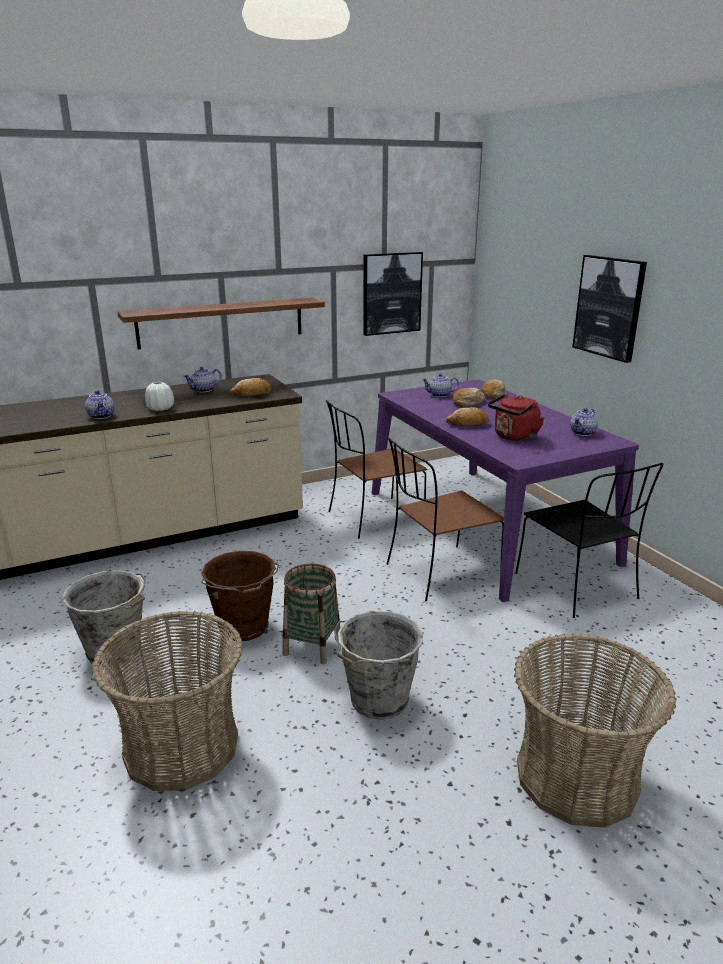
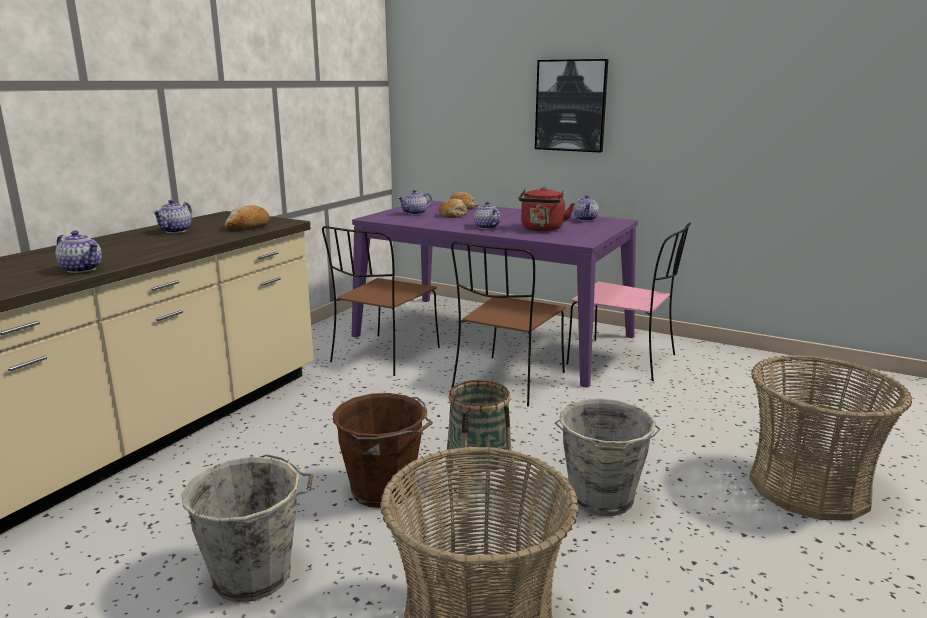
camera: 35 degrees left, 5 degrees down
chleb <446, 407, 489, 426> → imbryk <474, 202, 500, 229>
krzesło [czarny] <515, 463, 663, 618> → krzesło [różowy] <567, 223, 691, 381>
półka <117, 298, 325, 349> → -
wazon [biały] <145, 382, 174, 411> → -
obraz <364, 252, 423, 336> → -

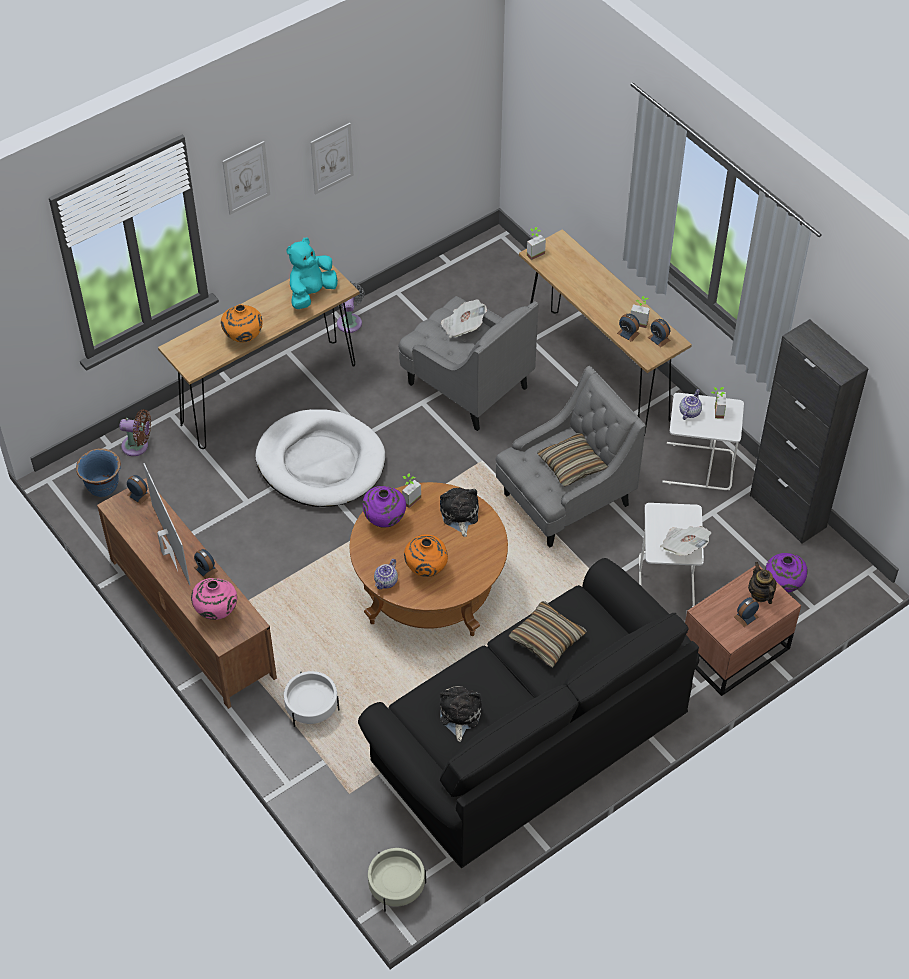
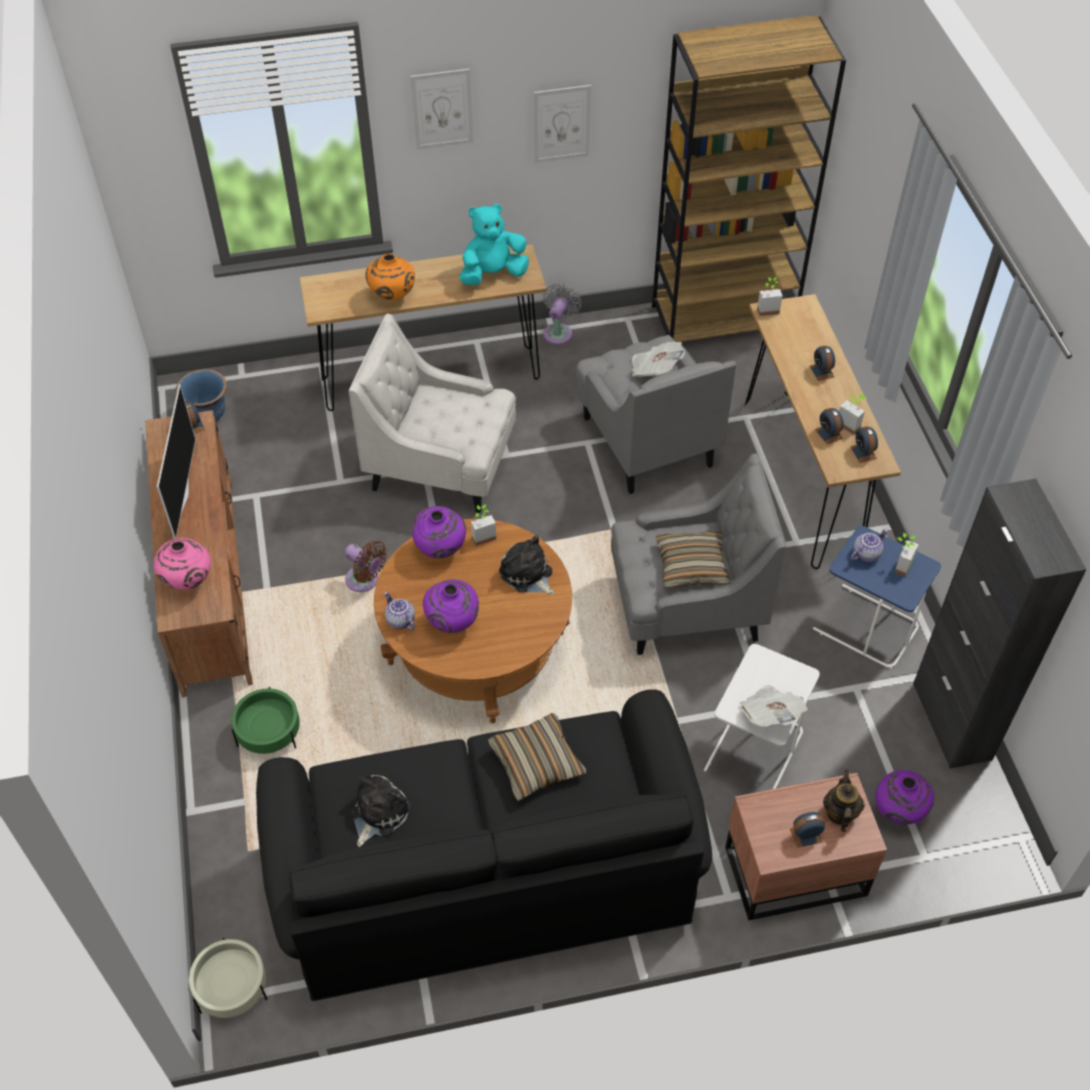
camera: 25 degrees right, 0 degrees up
donica [biały] <284, 671, 339, 727> → donica [zielony] <231, 687, 300, 754>
wentylator [brązowy] <119, 409, 151, 456> → wentylator [brązowy] <344, 541, 387, 592>, move
legowisko [biały] <255, 409, 385, 507> → fotel [biały] <349, 314, 516, 513>
imbryk <374, 559, 398, 589> → imbryk <384, 591, 415, 631>, 90 degrees clockwise
wazon [pomarańczowy] <404, 534, 448, 577> → wazon [fioletowy] <423, 579, 479, 633>
pluszak <440, 487, 479, 537> → pluszak <499, 535, 554, 595>, 60 degrees counterclockwise
- → regał [brązowy] <652, 15, 846, 342>
budzik <194, 549, 218, 579> → budzik <810, 346, 835, 381>, move
stolik [biały] <662, 393, 744, 490> → stolik [niebieski] <813, 526, 941, 668>

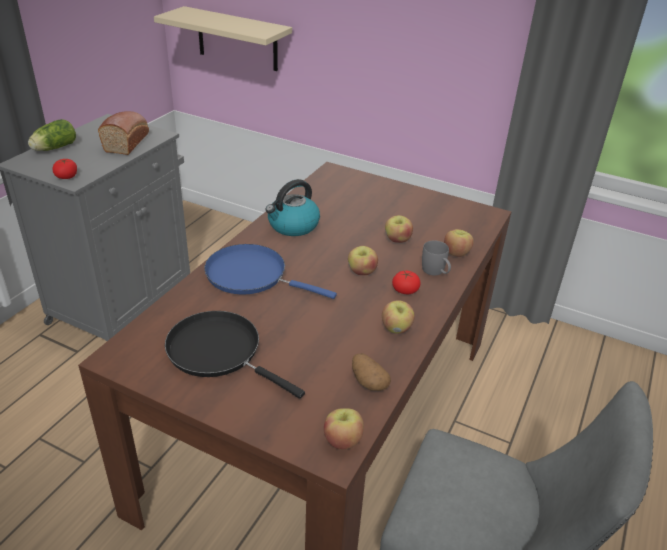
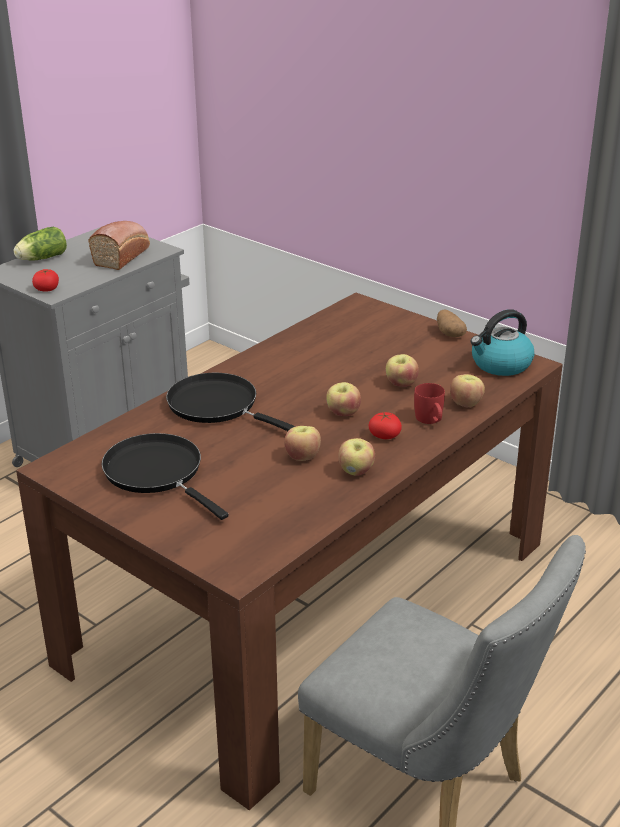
camera: 15 degrees right, 5 degrees down
patelnia [niebieski] <204, 244, 337, 299> → patelnia [czarny] <166, 373, 296, 431>
jabłko <324, 408, 364, 450> → jabłko <284, 426, 321, 461>, move
kubek [szary] <422, 241, 451, 276> → kubek [czerwony] <414, 383, 445, 424>
ziemniak <352, 353, 391, 391> → ziemniak <437, 310, 467, 337>, move
czajnik <265, 179, 320, 236> → czajnik <471, 309, 534, 376>, move
półka [beżowy] <154, 6, 292, 71> → -

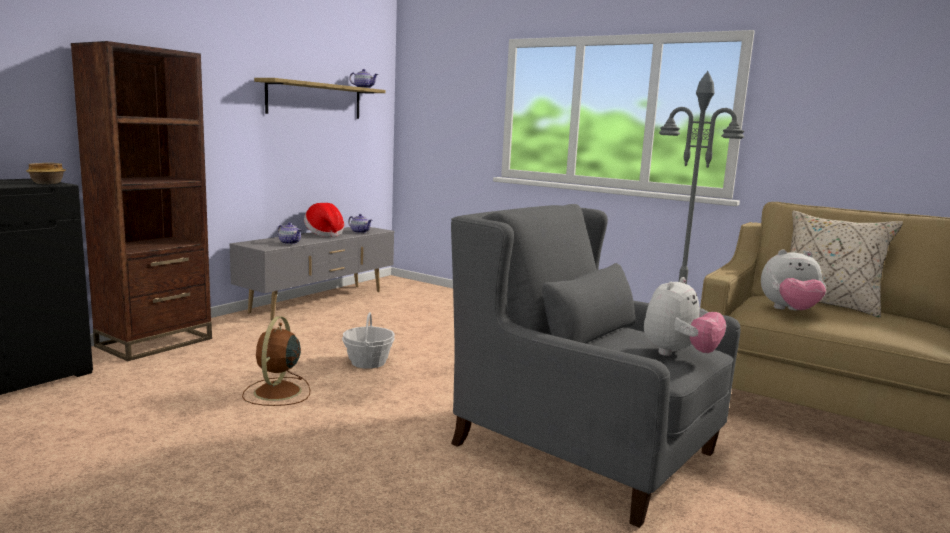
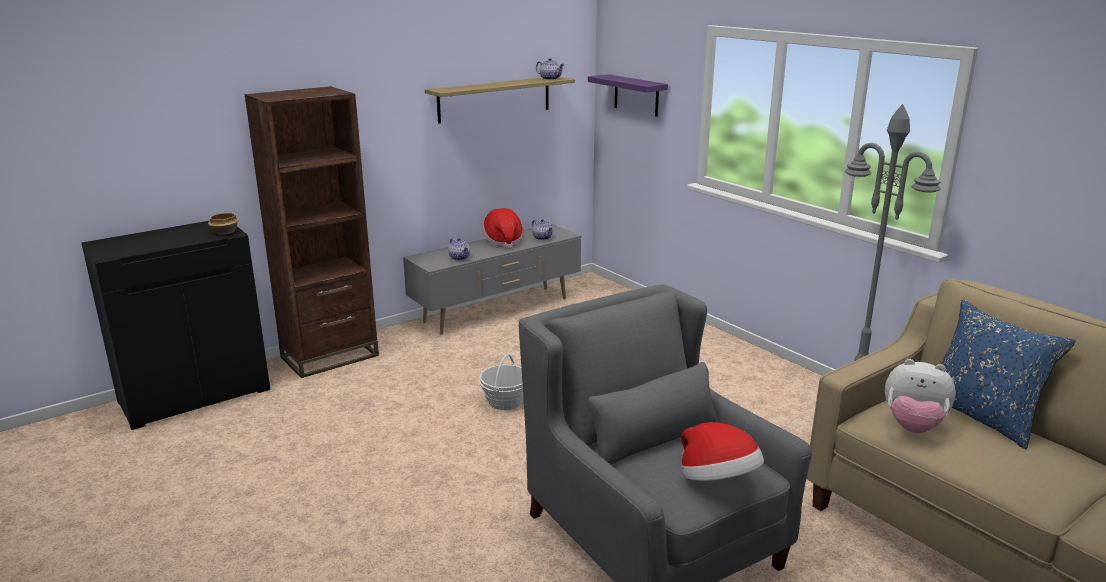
camera: 20 degrees right, 10 degrees up
- → półka [fioletowy] <588, 74, 668, 117>
pluszak <644, 277, 726, 356> → kapelusz <681, 422, 764, 481>
poduszka [beżowy] <790, 211, 903, 318> → poduszka [niebieski] <942, 299, 1076, 449>
wentylator [brązowy] <242, 316, 310, 406> → -

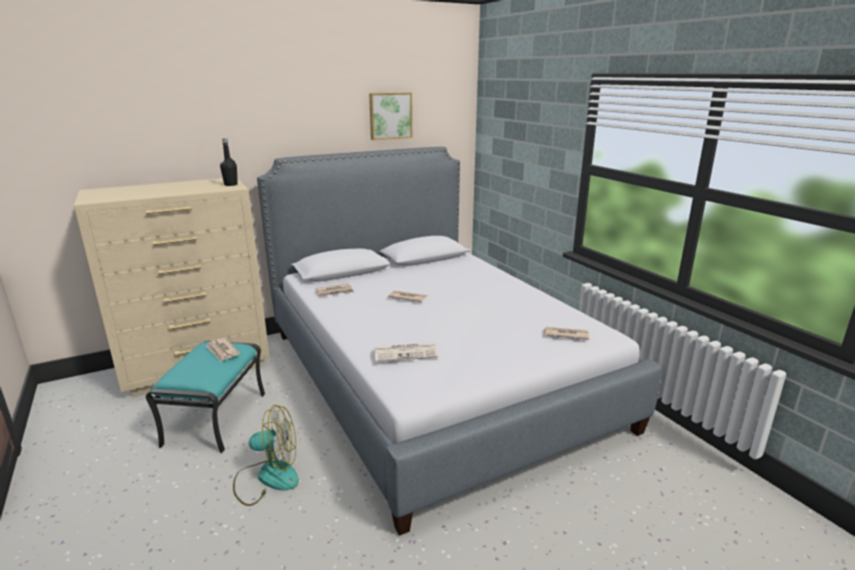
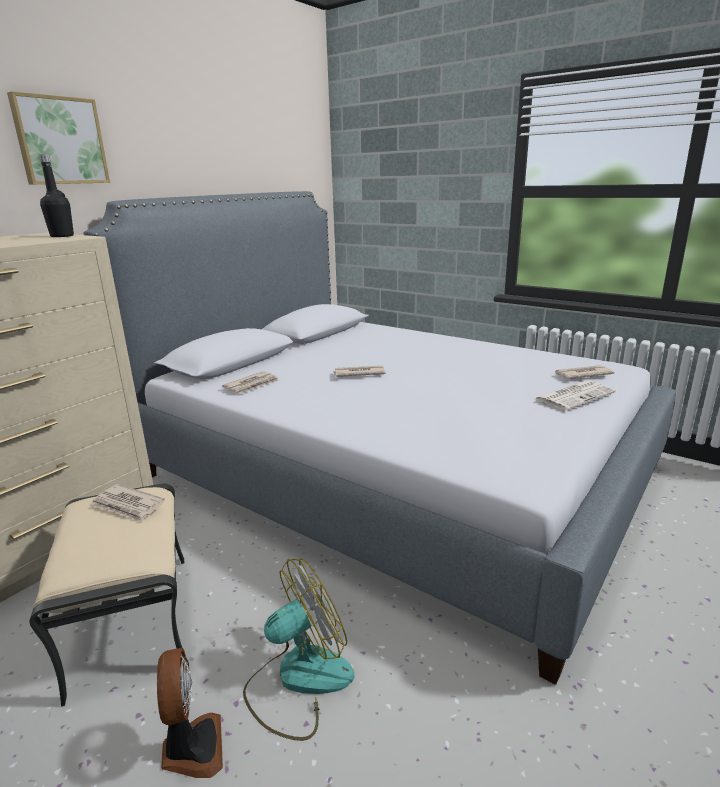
camera: 25 degrees left, 0 degrees up
obraz <369, 92, 412, 140> → obraz <7, 91, 110, 185>, move
pufa [turkusowy] <146, 341, 265, 453> → pufa [beżowy] <29, 483, 189, 707>
- → wentylator <157, 648, 223, 778>
gazeta <374, 343, 438, 362> → gazeta <535, 381, 616, 411>, move

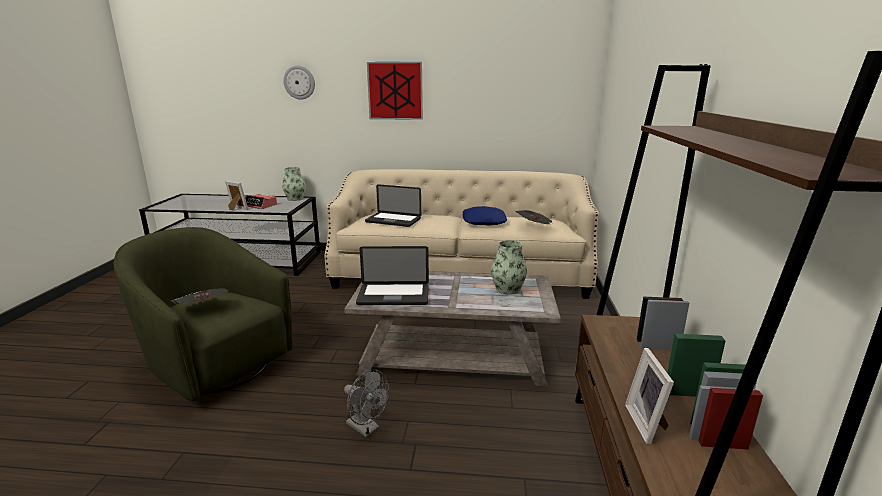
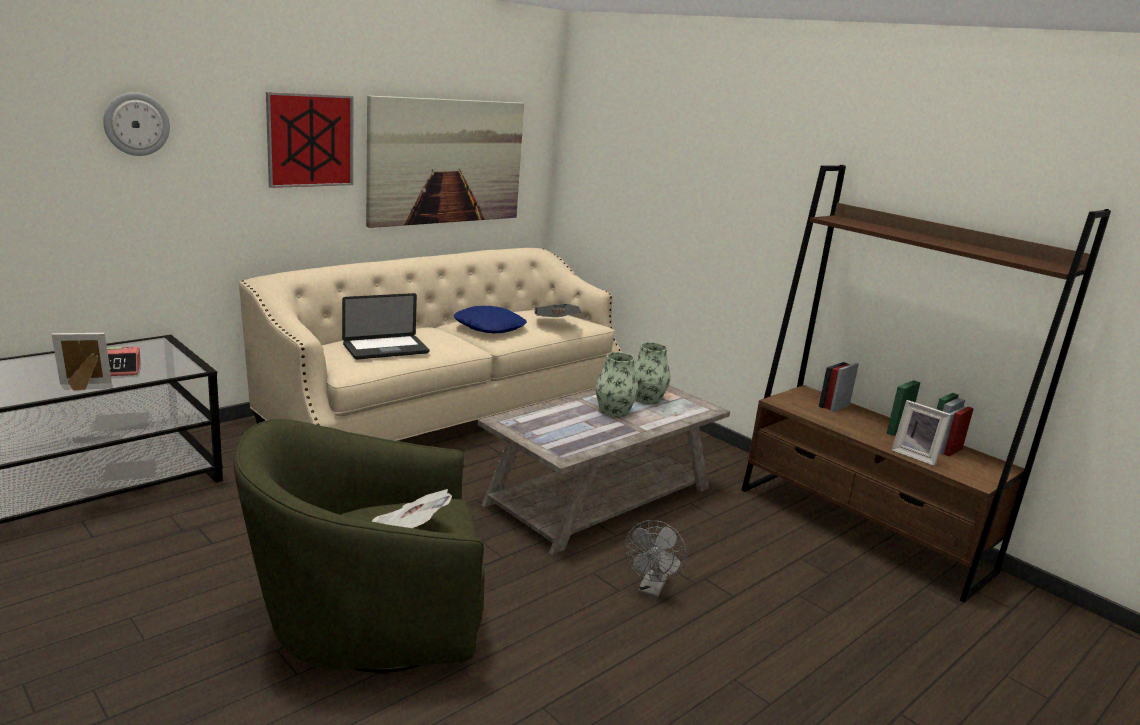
camera: 50 degrees left, 0 degrees up
- → obraz <366, 95, 524, 228>
wazon <282, 167, 306, 201> → wazon <595, 352, 638, 417>, move
wentylator [szary] <344, 370, 389, 437> → wentylator [szary] <624, 520, 687, 598>, 120 degrees clockwise
laptop <356, 246, 429, 305> → -

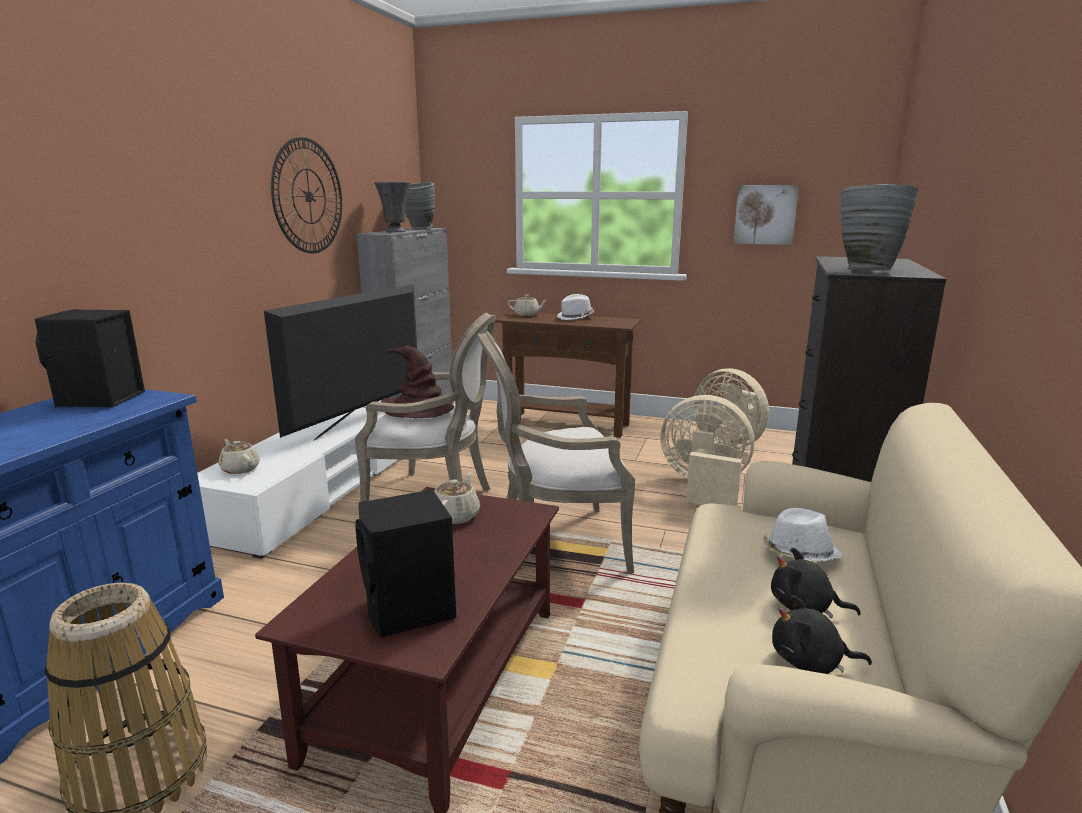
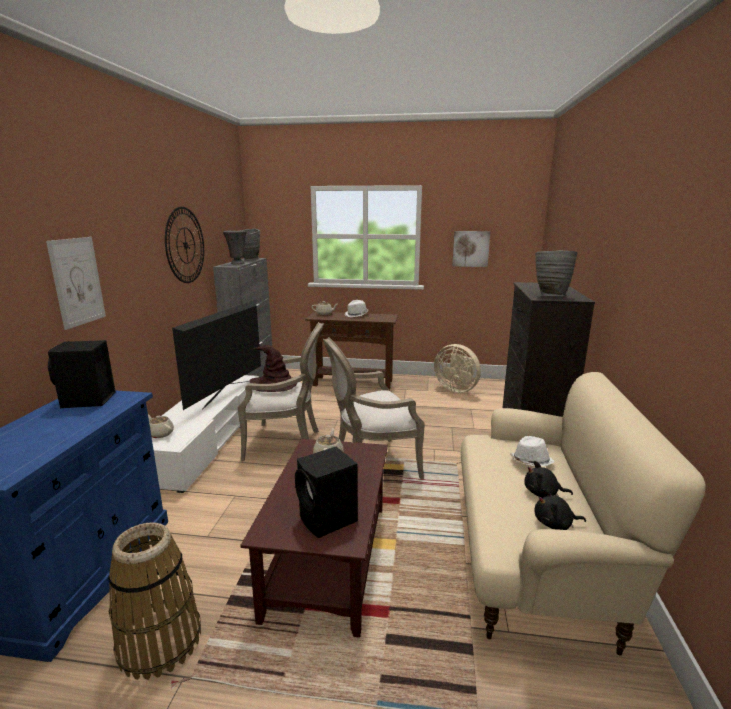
camera: 10 degrees left, 0 degrees up
- → obraz <46, 237, 106, 330>
wentylator [beżowy] <660, 395, 754, 506> → -

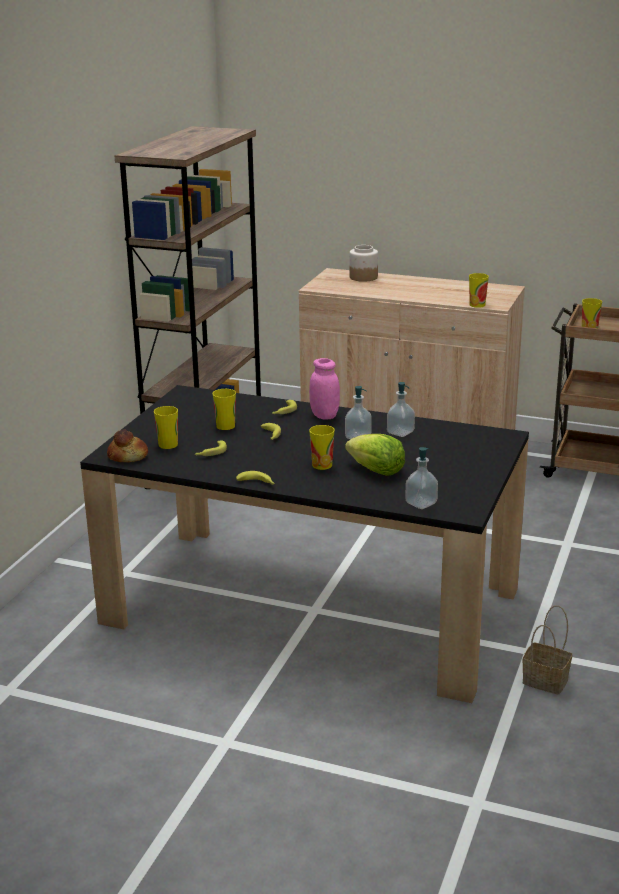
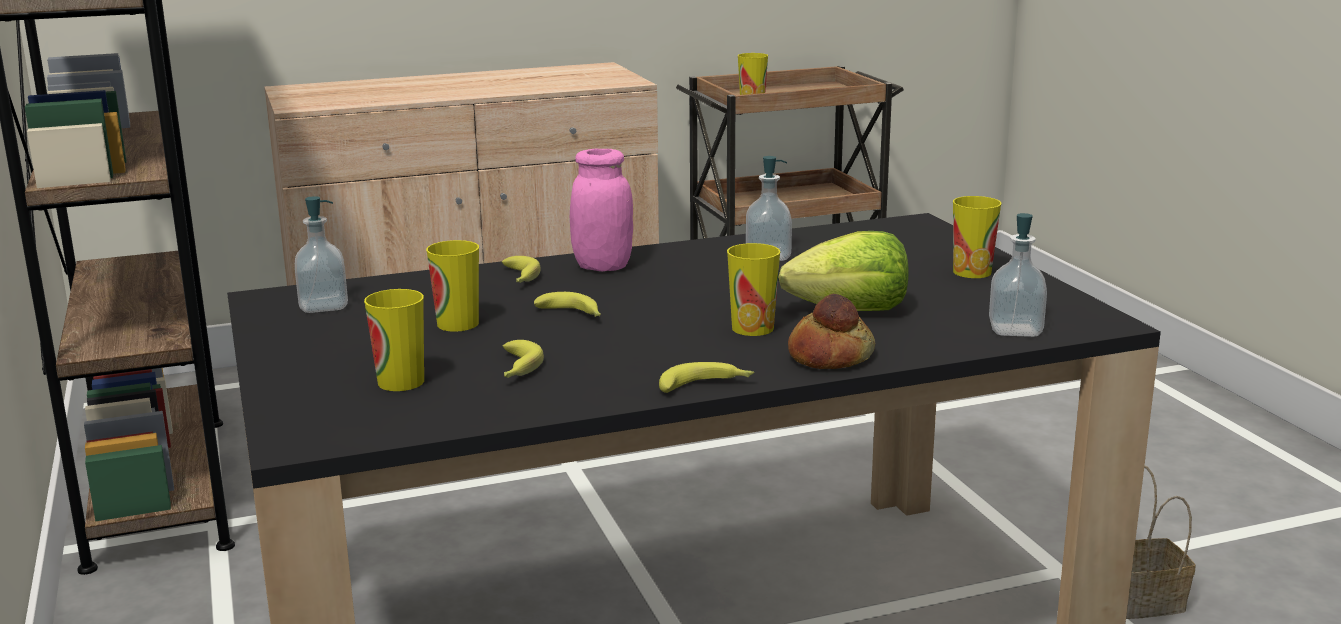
camera: 40 degrees left, 5 degrees down
dozownik mydła <345, 386, 372, 439> → dozownik mydła <295, 196, 348, 313>, move
chleb <107, 430, 148, 462> → chleb <788, 294, 875, 369>, move
filiżanka <469, 273, 489, 308> → filiżanka <953, 196, 1001, 278>, move
słoik <349, 245, 378, 282> → -

